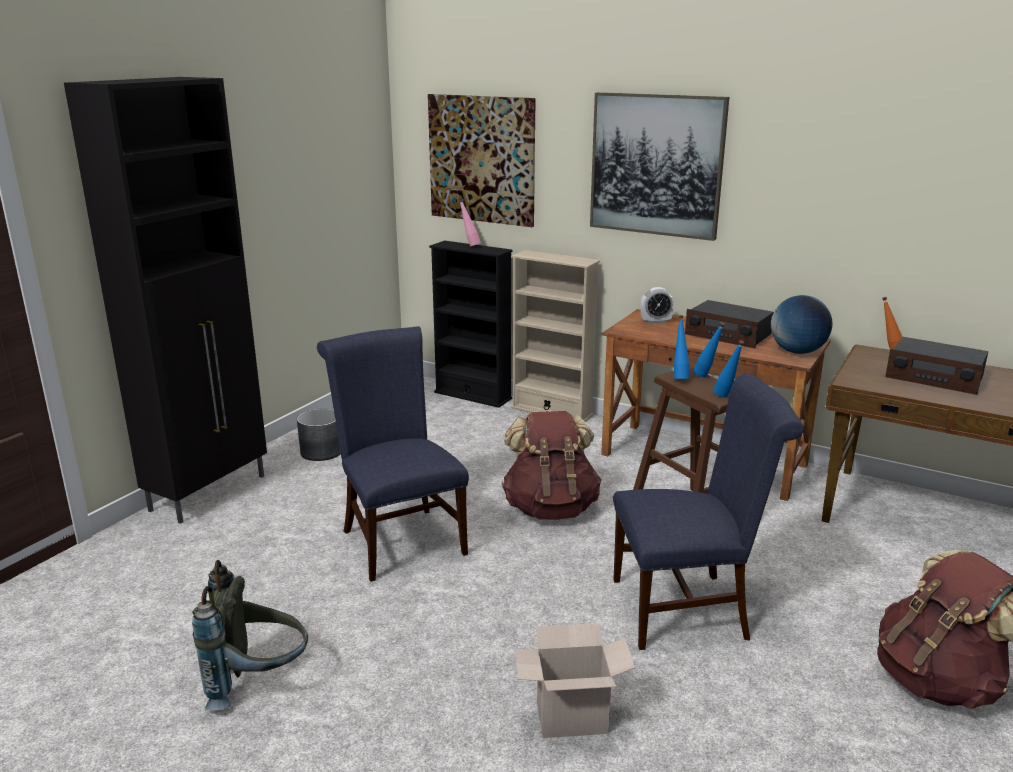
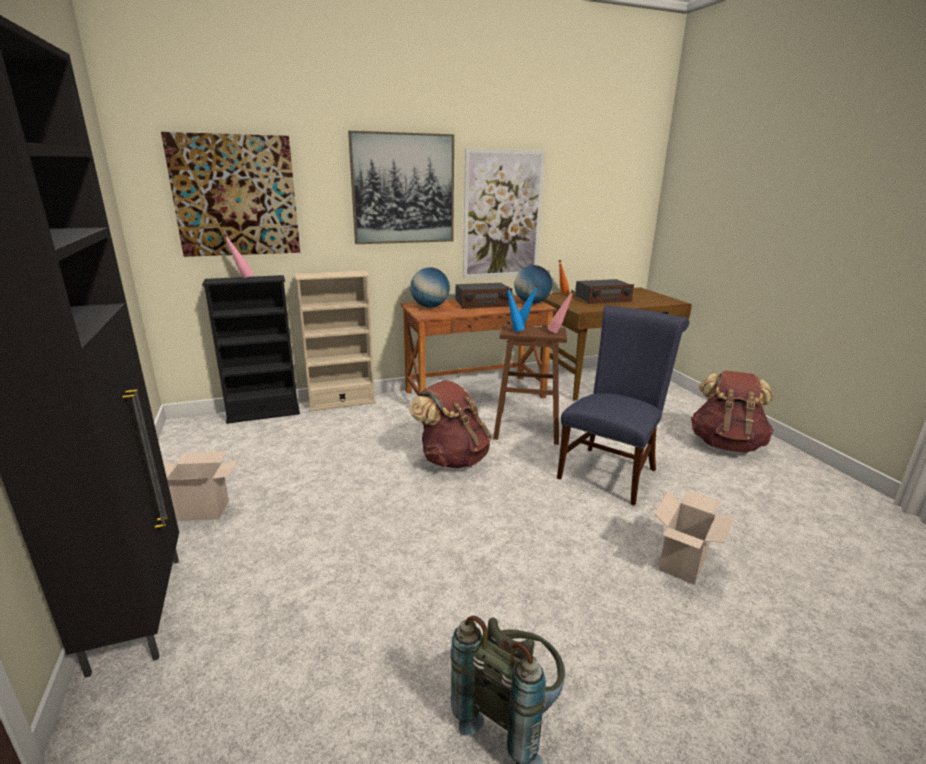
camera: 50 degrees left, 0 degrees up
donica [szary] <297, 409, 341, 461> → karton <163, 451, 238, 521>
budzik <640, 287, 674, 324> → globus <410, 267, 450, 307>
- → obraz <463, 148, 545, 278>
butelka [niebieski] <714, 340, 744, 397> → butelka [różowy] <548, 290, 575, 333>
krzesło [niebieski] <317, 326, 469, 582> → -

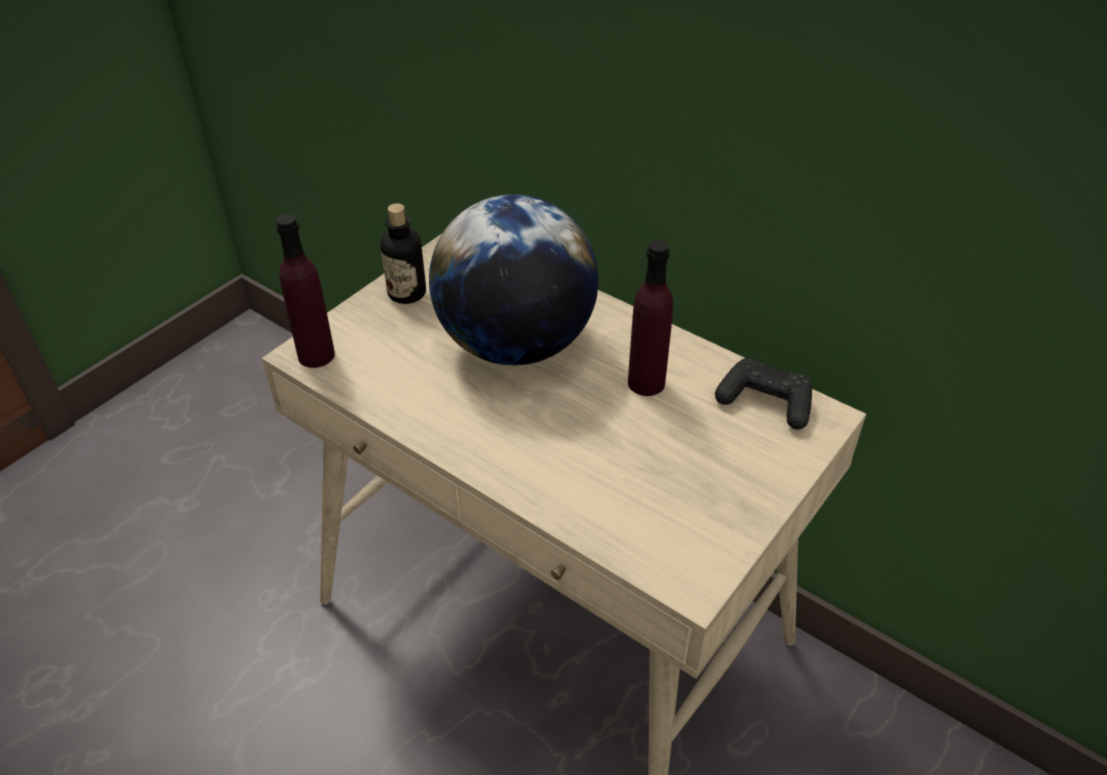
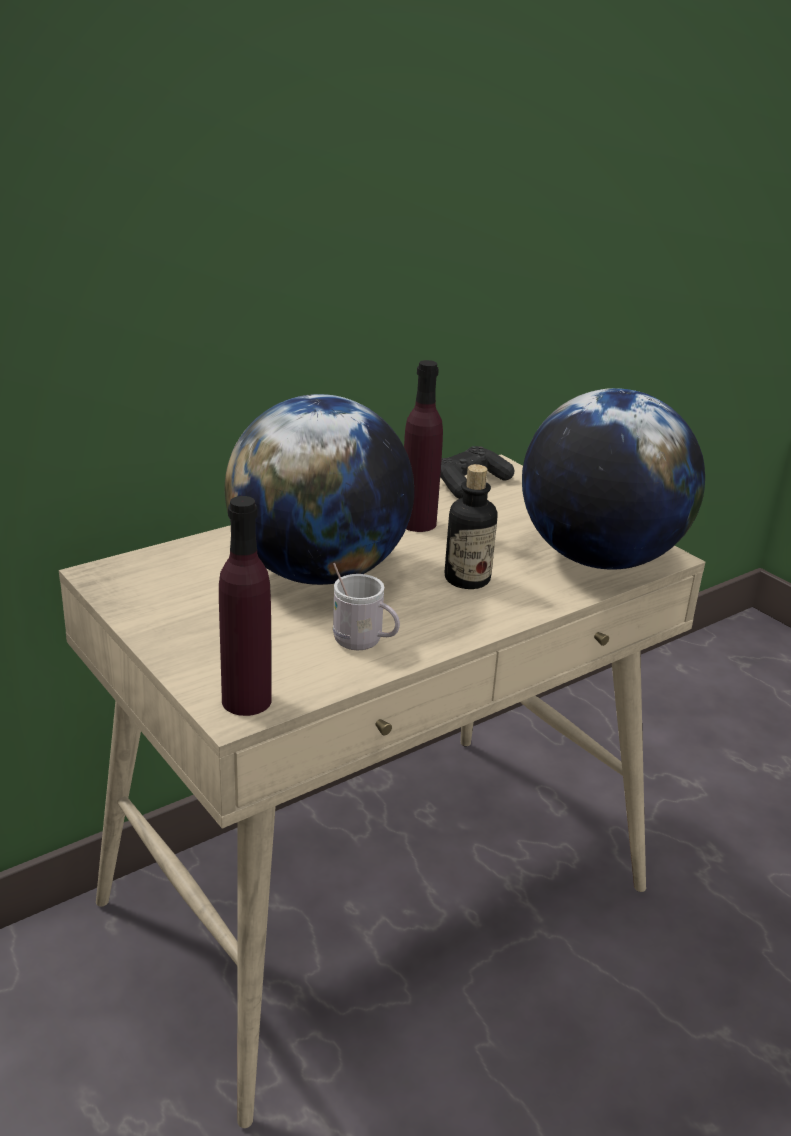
camera: 75 degrees left, 15 degrees down
- → kubek [biały] <333, 563, 400, 650>
butelka <380, 203, 426, 304> → butelka <445, 464, 497, 589>, move
- → globus <522, 388, 705, 569>

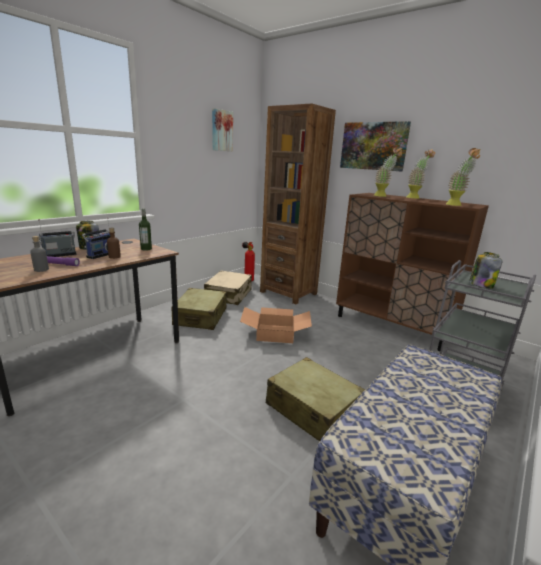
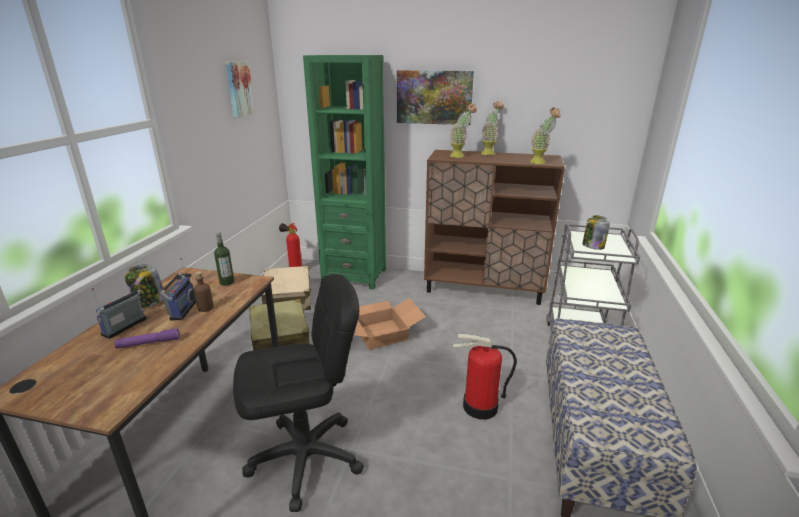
camera: 25 degrees left, 5 degrees up
- → krzesło biurowe [czarny] <233, 274, 364, 512>
regał [brązowy] <260, 104, 336, 304> → regał [zielony] <303, 55, 386, 290>
walizka [beżowy] <266, 357, 365, 442> → gaśnica <453, 334, 517, 420>
butelka [szary] <30, 236, 49, 272> → -

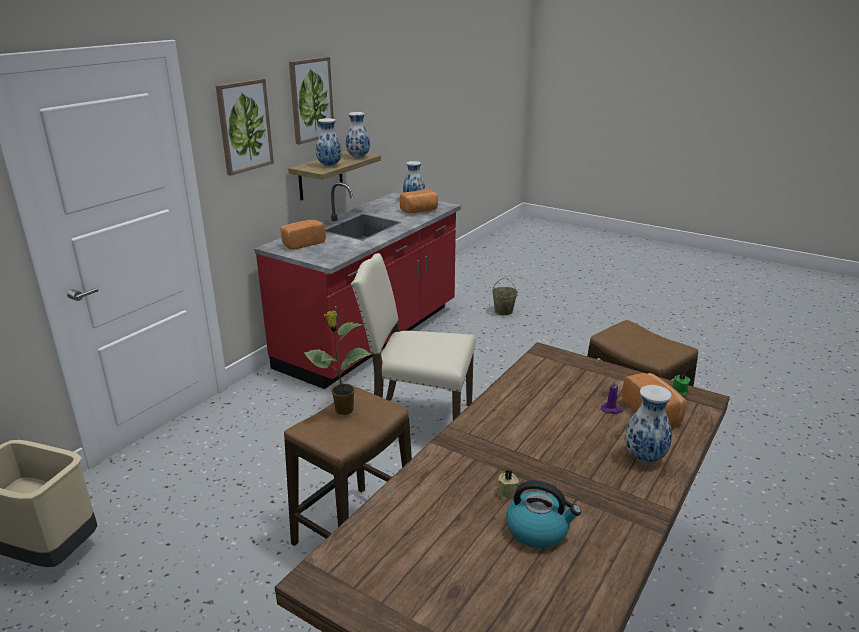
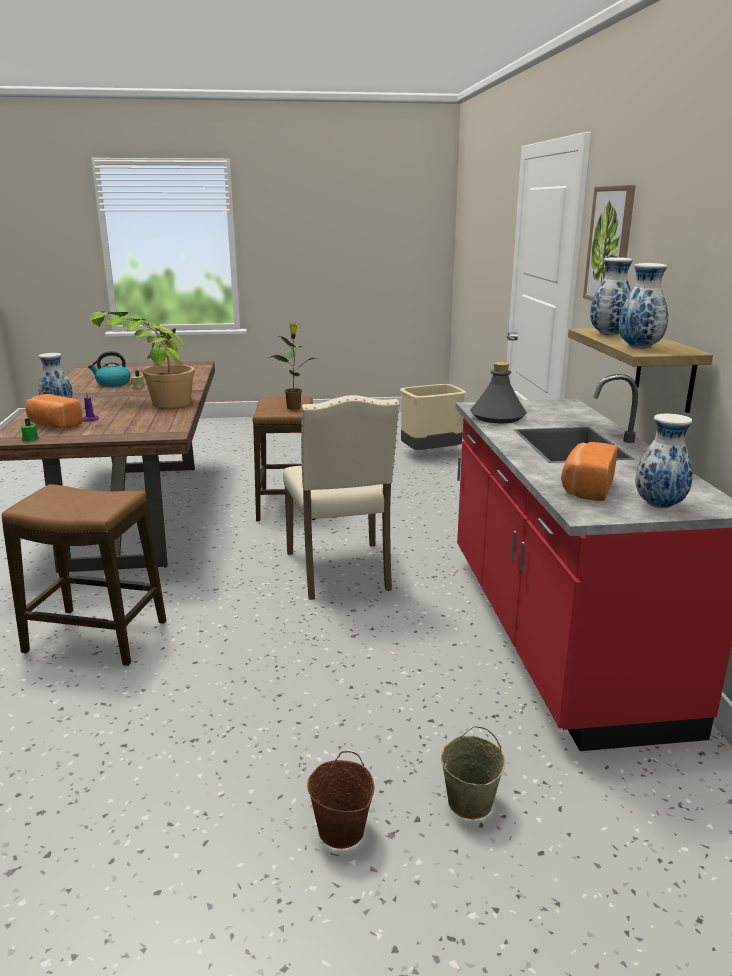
camera: 140 degrees right, 5 degrees down
- → roślina doniczkowa <89, 311, 194, 408>
krzesło [beżowy] <351, 253, 476, 420> → krzesło [beżowy] <283, 395, 400, 600>, 105 degrees clockwise
- → wiadro [brązowy] <307, 751, 375, 849>
- → butelka [szary] <470, 362, 527, 423>
chleb <281, 220, 326, 250> → -
obraz <289, 57, 335, 144> → -

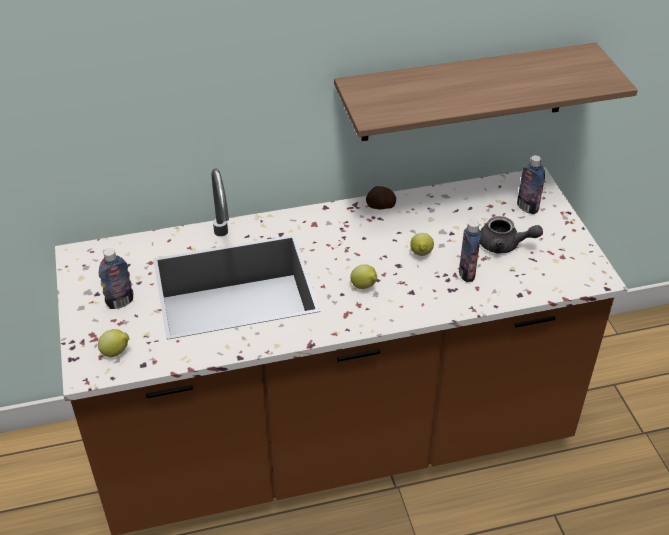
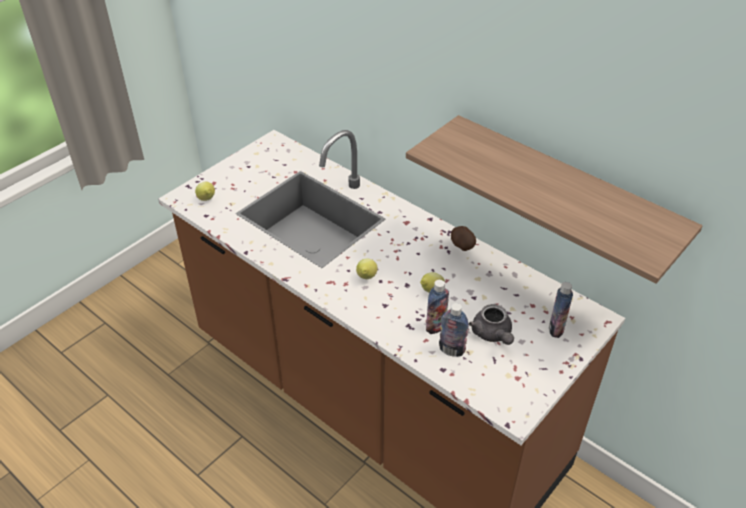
camera: 55 degrees right, 0 degrees up
butelka <99, 248, 133, 309> → butelka <439, 303, 469, 357>, move

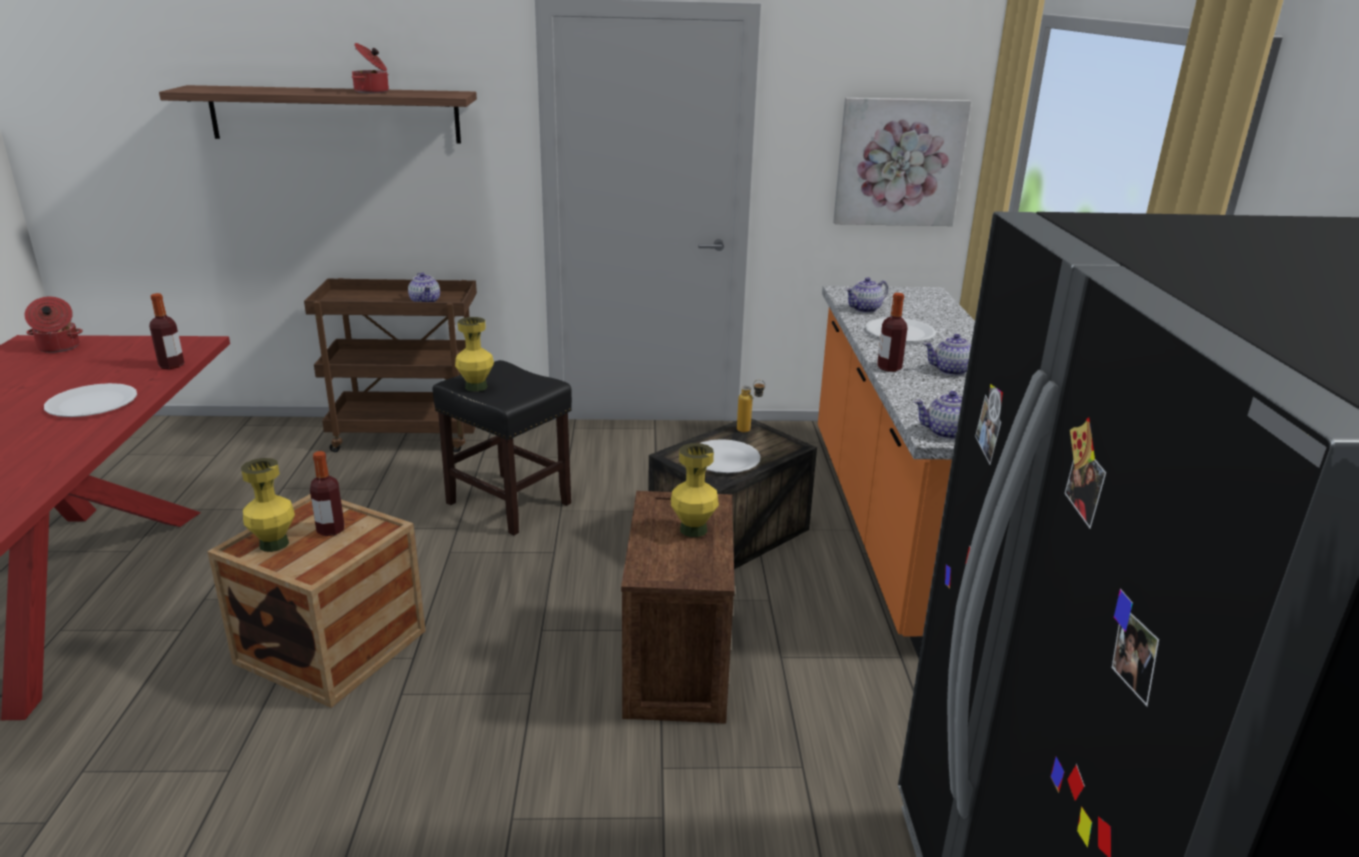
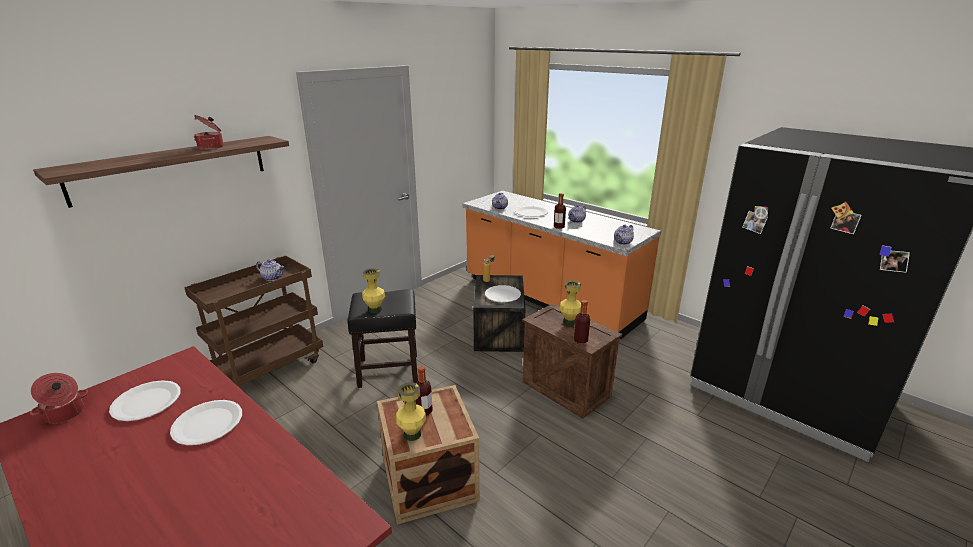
camera: 45 degrees left, 0 degrees up
- → talerz [biały] <109, 380, 180, 421>
butelka <149, 293, 184, 369> → butelka <574, 300, 590, 344>, move
obraz <833, 97, 971, 226> → -

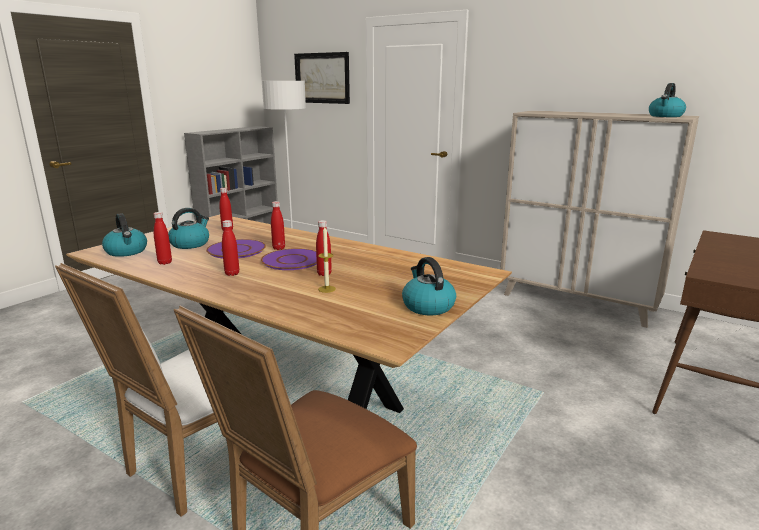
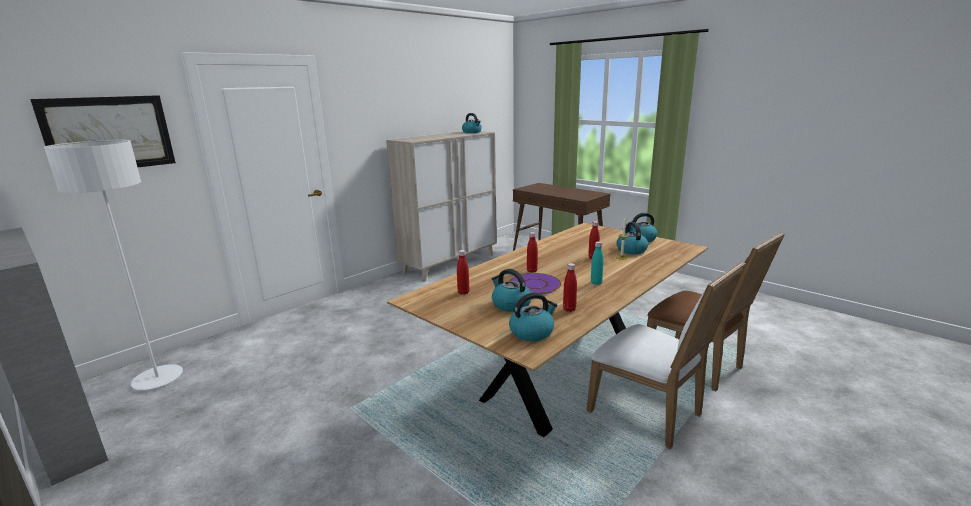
camera: 80 degrees left, 0 degrees up
butelka [czerwony] <222, 220, 239, 276> → butelka [turkusowy] <591, 242, 604, 285>
- → czajnik <616, 222, 648, 254>
talerz [fioletowy] <261, 248, 317, 270> → -

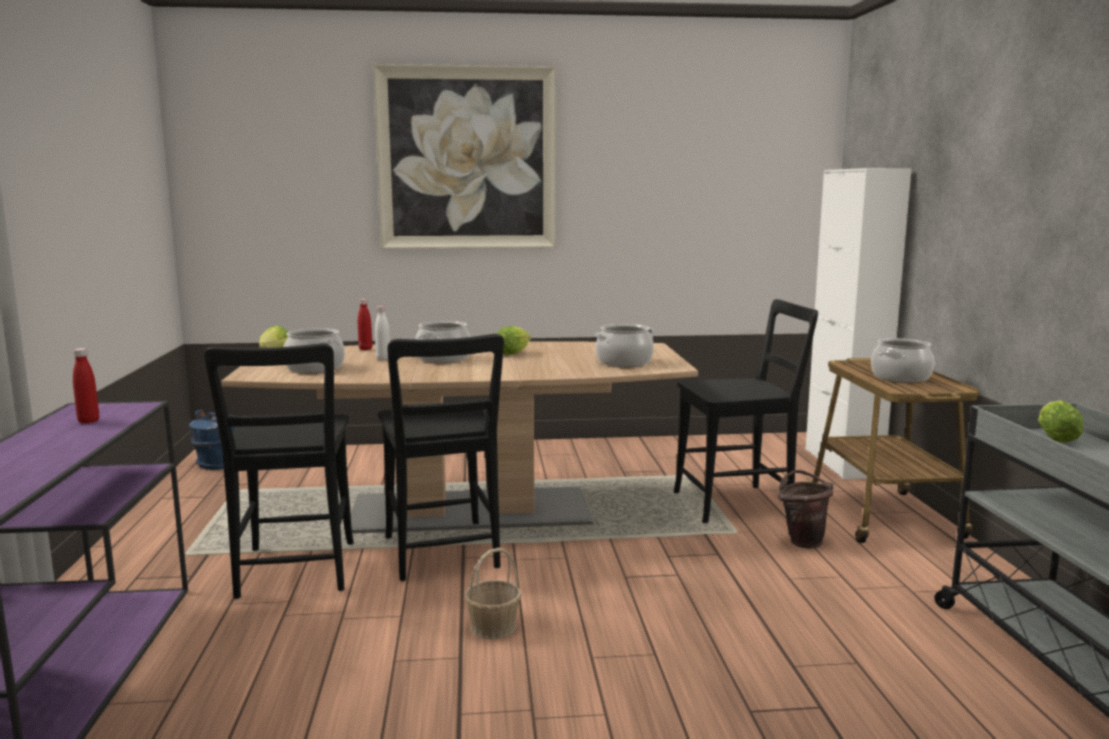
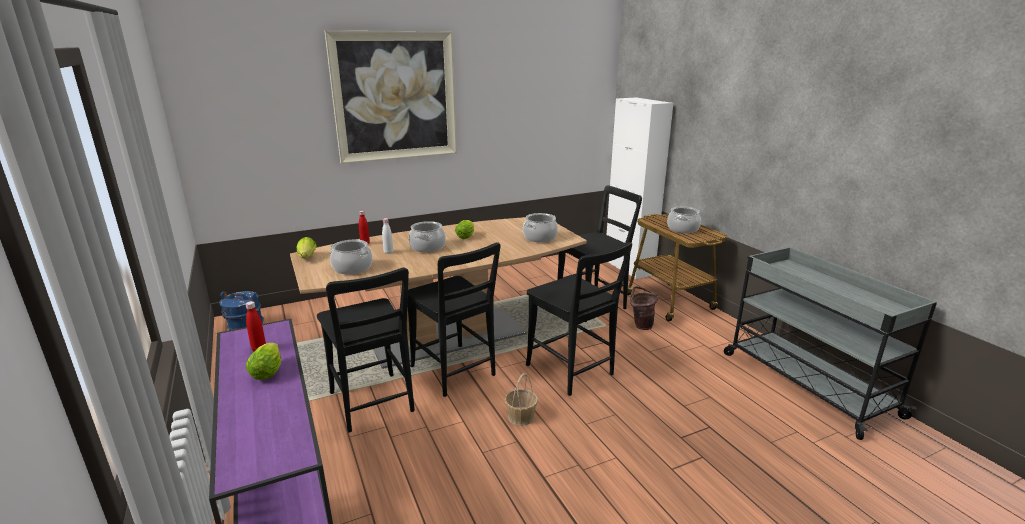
camera: 20 degrees left, 10 degrees up
sałata <1038, 400, 1083, 443> → sałata <246, 343, 281, 380>, move
- → krzesło [czarny] <526, 242, 632, 396>

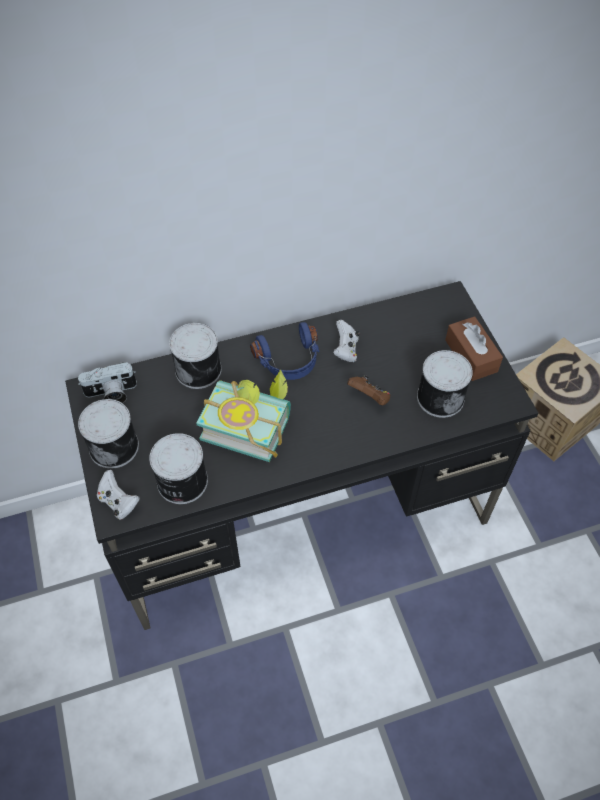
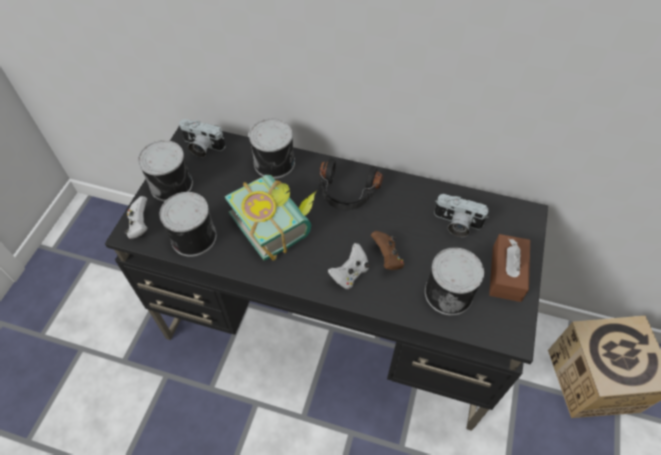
camera: 35 degrees right, 0 degrees up
słuchawki [niebieski] <250, 322, 319, 380> → słuchawki [czarny] <319, 158, 383, 210>
pad do gier [biały] <333, 320, 359, 362> → pad do gier [biały] <328, 243, 370, 289>, move
- → aparat fotograficzny <434, 194, 489, 237>

